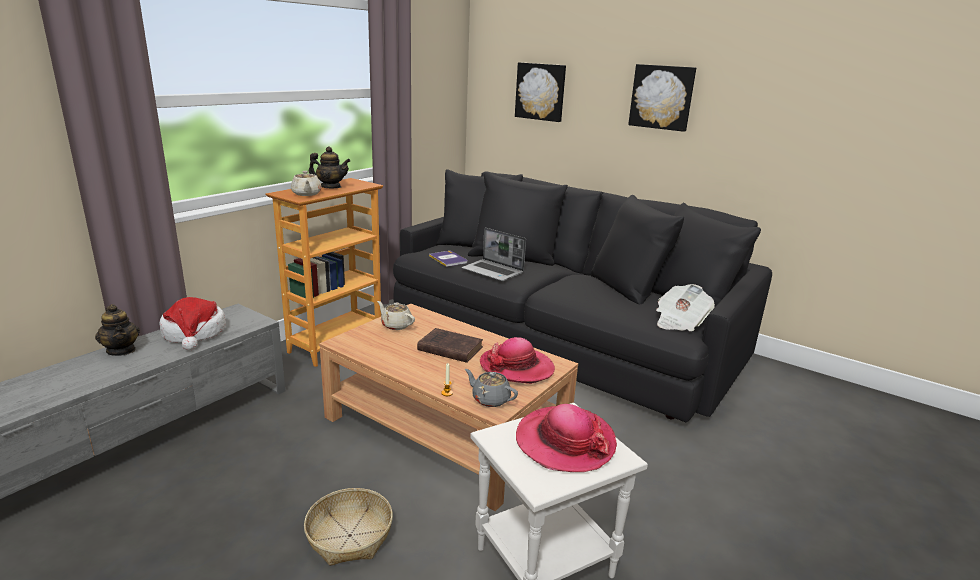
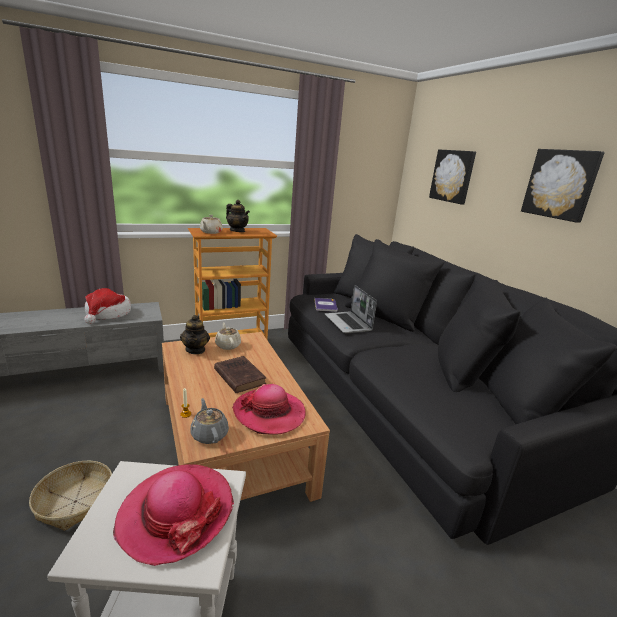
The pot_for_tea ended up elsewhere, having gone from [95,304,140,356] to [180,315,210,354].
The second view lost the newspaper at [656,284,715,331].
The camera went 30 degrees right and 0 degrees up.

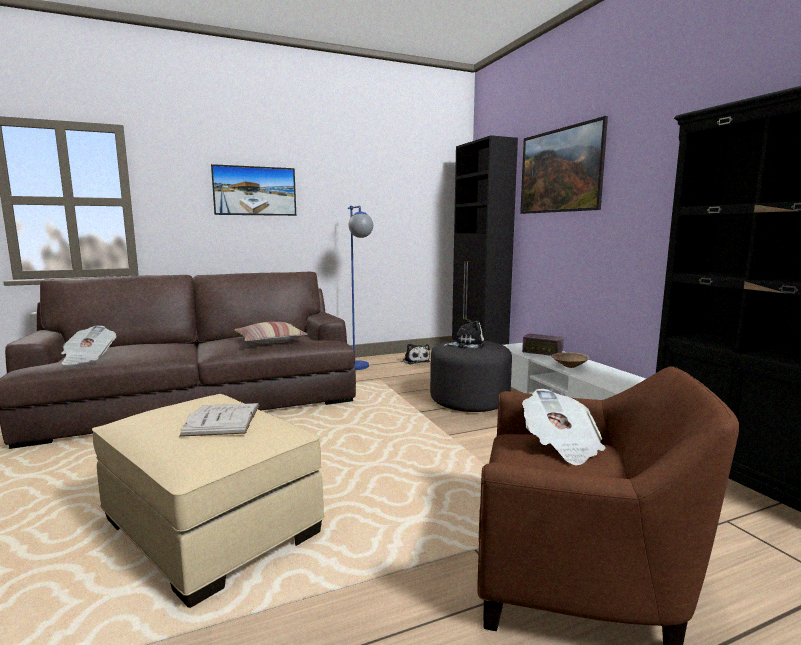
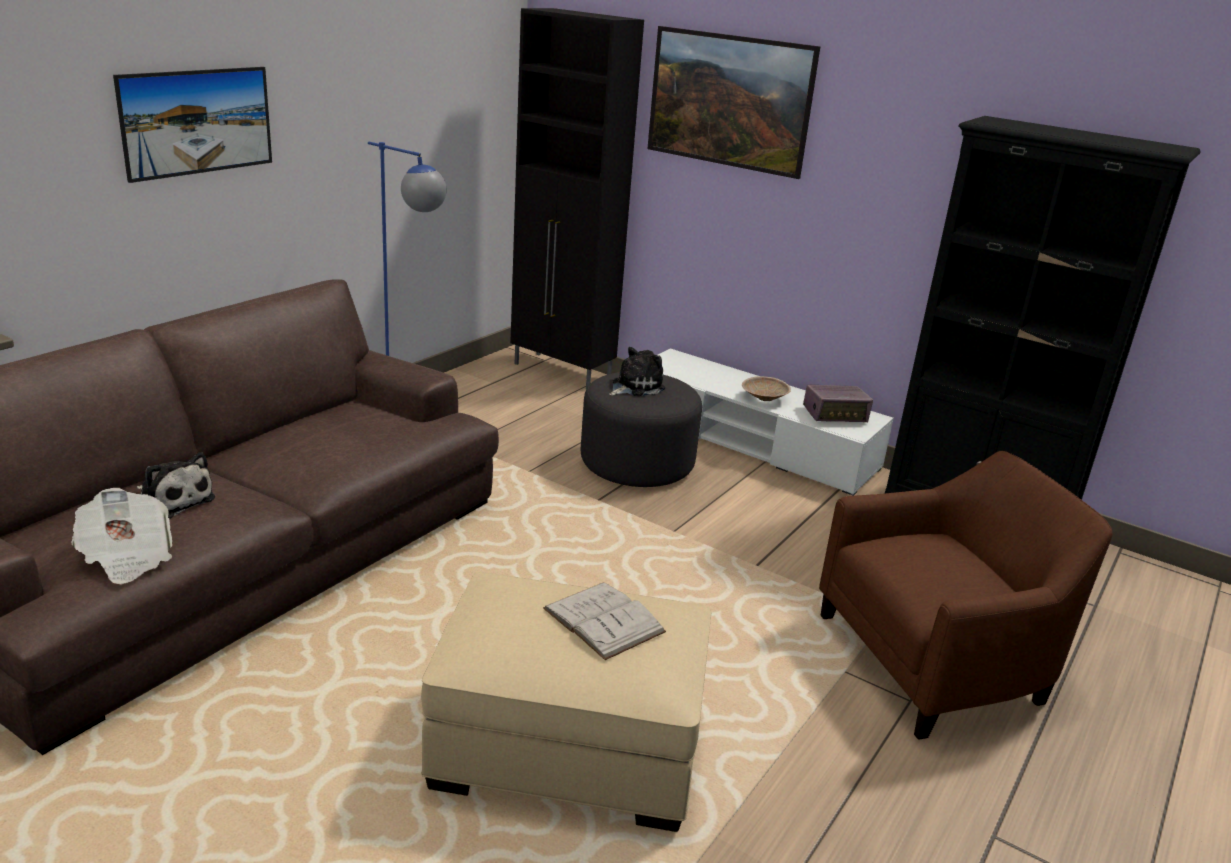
The second view lost the throw_pillow at [234,322,308,344].
The soft_toy ended up elsewhere, having gone from [403,344,430,365] to [137,452,215,519].
The radio_receiver ended up elsewhere, having gone from [522,333,564,356] to [803,385,873,422].
The second view lost the newspaper at [522,389,606,466].
The camera went 35 degrees left and 15 degrees up.

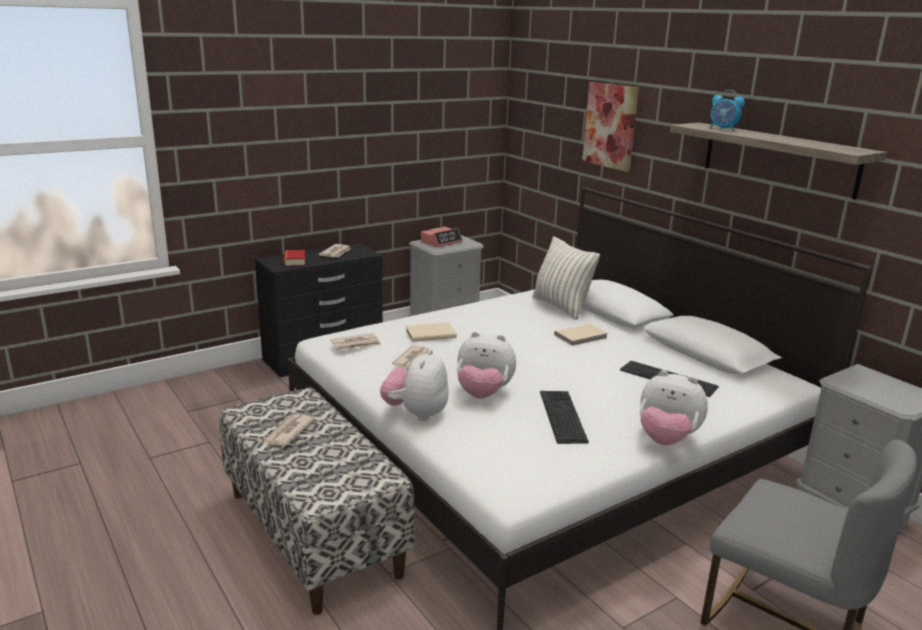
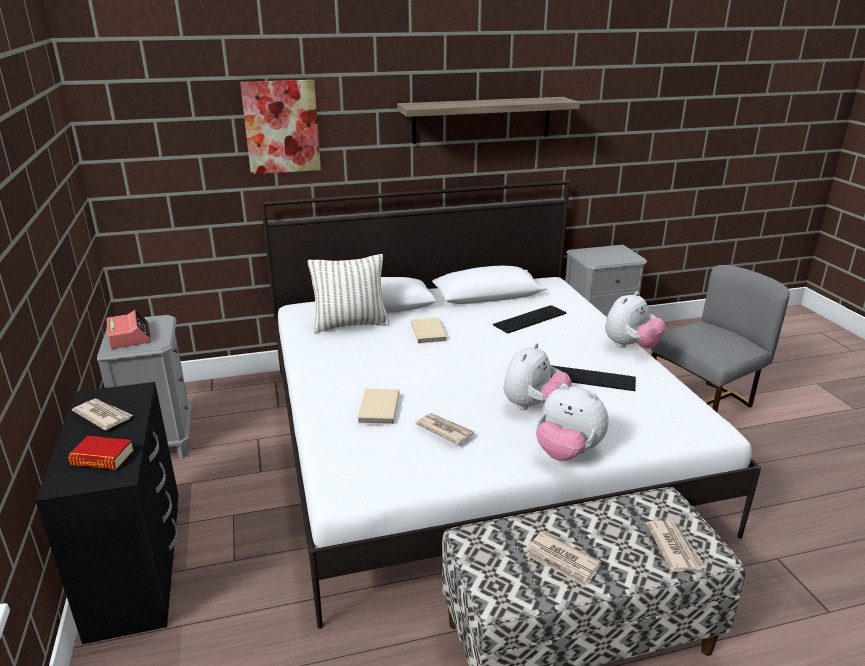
The newspaper ended up elsewhere, having gone from [330,333,382,351] to [646,520,706,572].
The second view lost the bedside_clock at [710,90,745,131].
The camera went 70 degrees left and 5 degrees up.

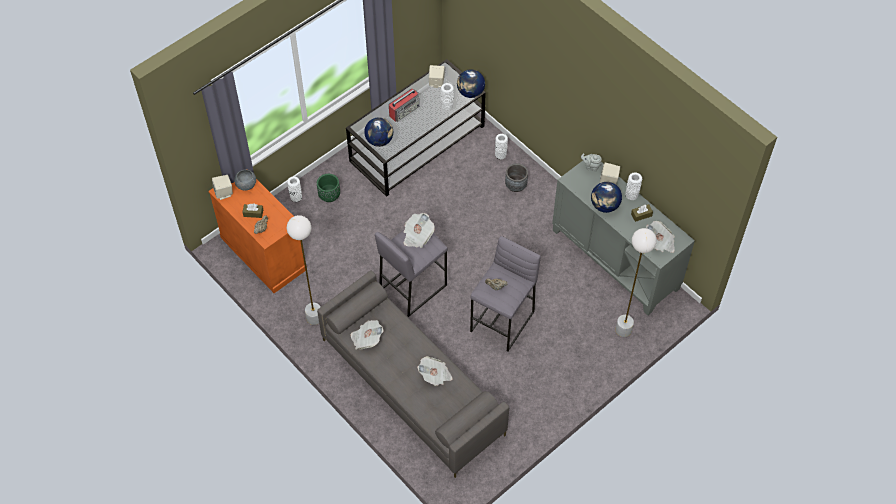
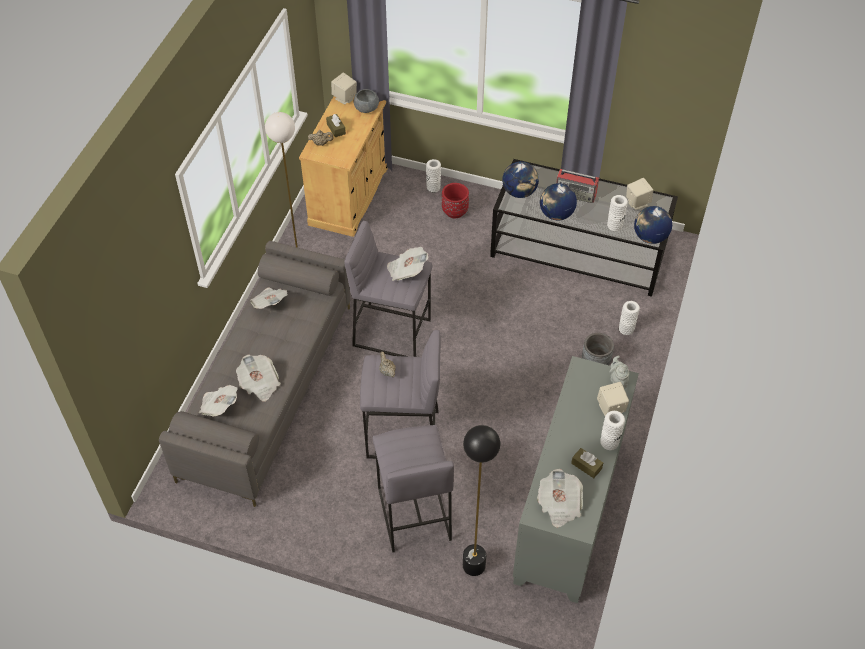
What was the orangey_cupboard at [208,179,307,293] turned into the sand-coloured_cupboard at [299,96,388,237].
What was the greenish_flower_pot at [317,174,340,202] turned into the red-coloured_flower_pot at [442,183,469,218].
The desk_globe ended up elsewhere, having gone from [591,182,622,213] to [540,183,577,220].
What was the white-coloured_standard_lamp at [616,228,657,337] turned into the blackish_standard_lamp at [463,425,501,576].
The second view gained the newspaper at [199,385,238,416].
The second view gained the grey_stool_seat at [373,425,454,552].
The camera went 60 degrees right and 5 degrees down.

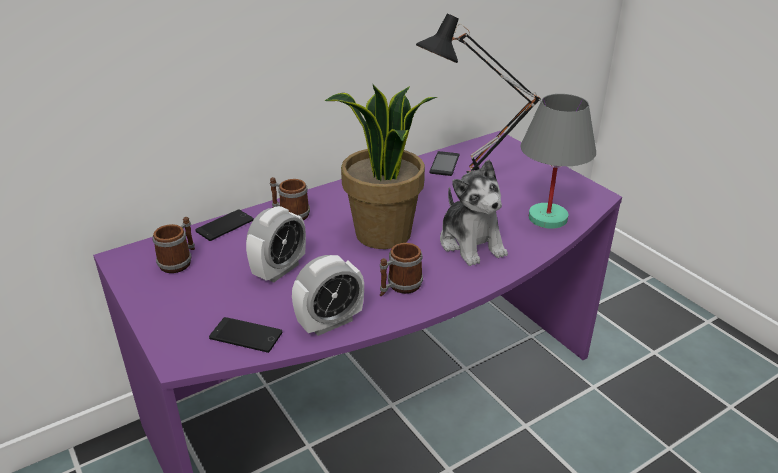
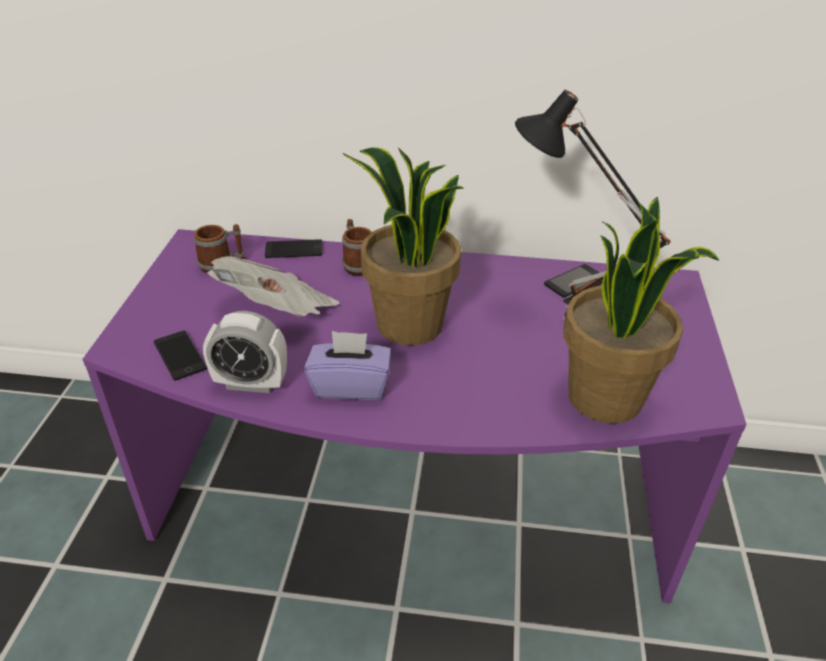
Where the bedside_clock stood at [246,206,306,282], the newspaper came to stand at [207,256,339,317].
Where the tea_mug stood at [380,243,423,296], the purplish_box_of_tissues came to stand at [304,331,391,400].
The second view lost the soft_toy at [440,160,508,266].
Where the grey_tabletop_lamp stood at [521,94,596,229], the plant_in_a_pot came to stand at [564,197,719,424].
The camera went 40 degrees right and 5 degrees up.

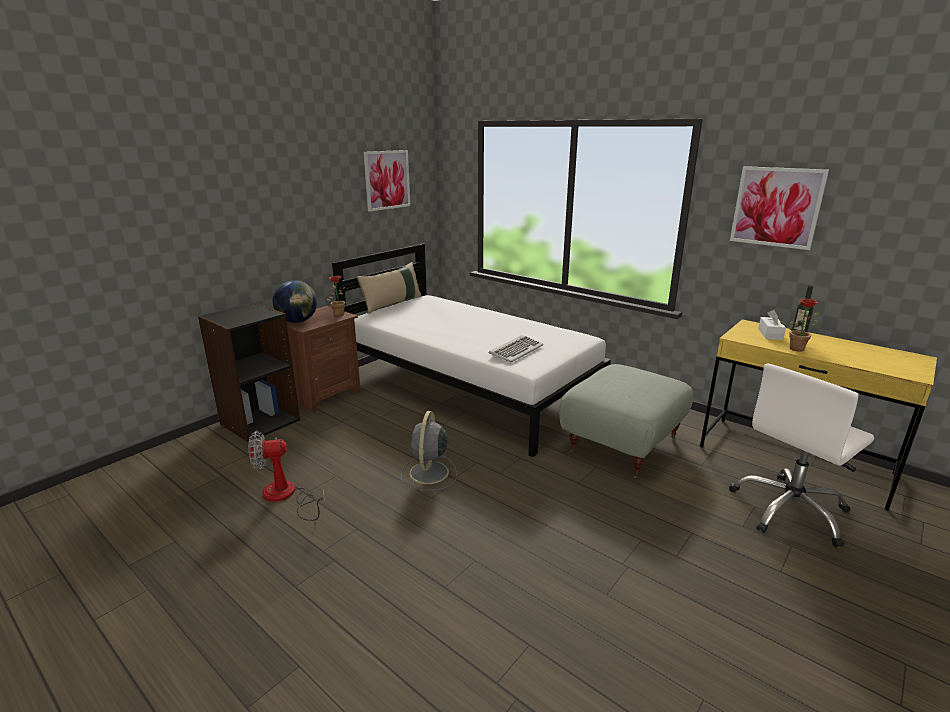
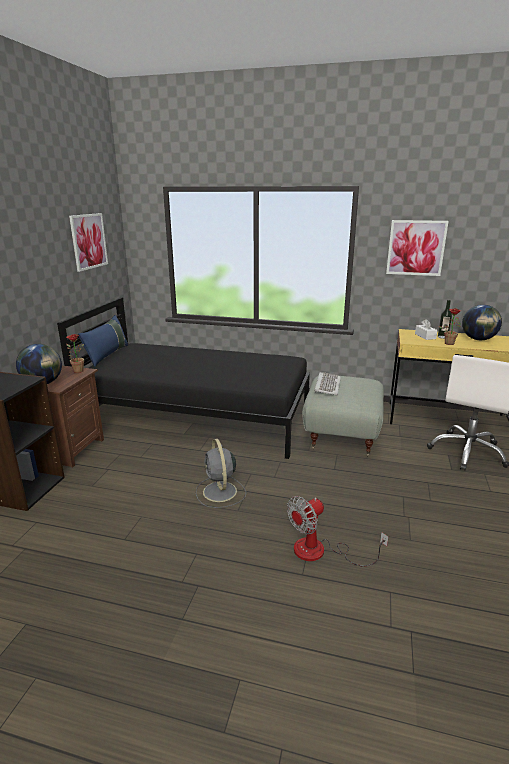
The cooling_fan ended up elsewhere, having gone from [249,431,325,521] to [287,496,389,566].
What was the white-coloured_bed at [332,244,611,457] turned into the blackish_bed at [57,297,310,459].
What was the sand-coloured_throw_pillow at [357,262,422,314] turned into the blue-coloured_throw_pillow at [78,315,128,367].
The computer_keyboard ended up elsewhere, having gone from [488,335,543,363] to [314,372,341,395].
The second view gained the desk_globe at [462,305,502,340].
The camera went 25 degrees left and 0 degrees up.

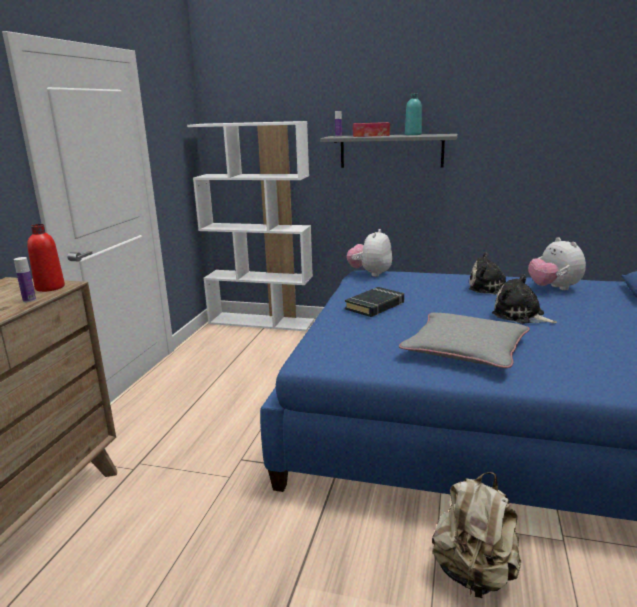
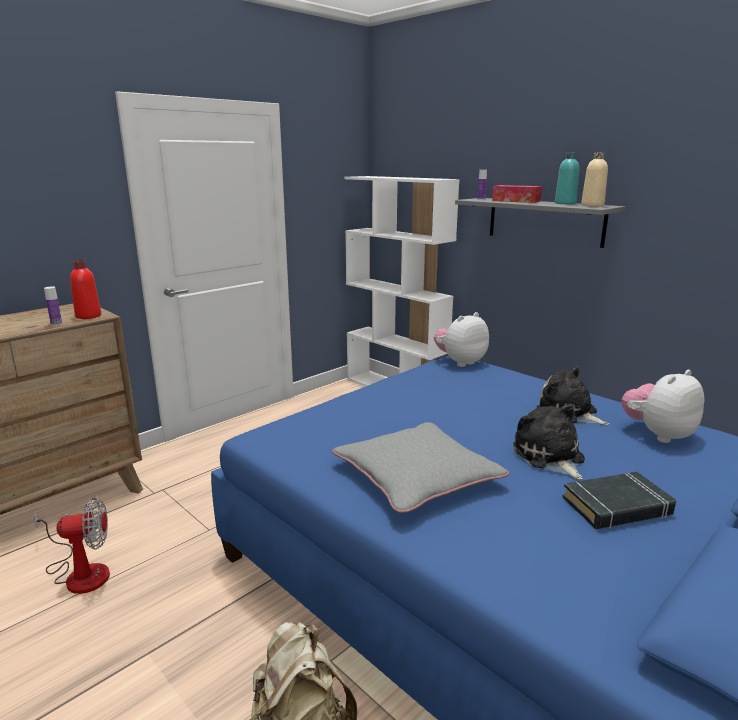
The blackish_bound_book ended up elsewhere, having gone from [345,287,404,317] to [562,472,676,529].
The soft_toy at [528,237,586,290] ended up facing another way, 45 degrees clockwise from before.
The second view gained the cooling_fan at [34,498,110,594].
The second view gained the sand-coloured_bottle at [581,152,608,207].
The camera went 30 degrees right and 0 degrees up.

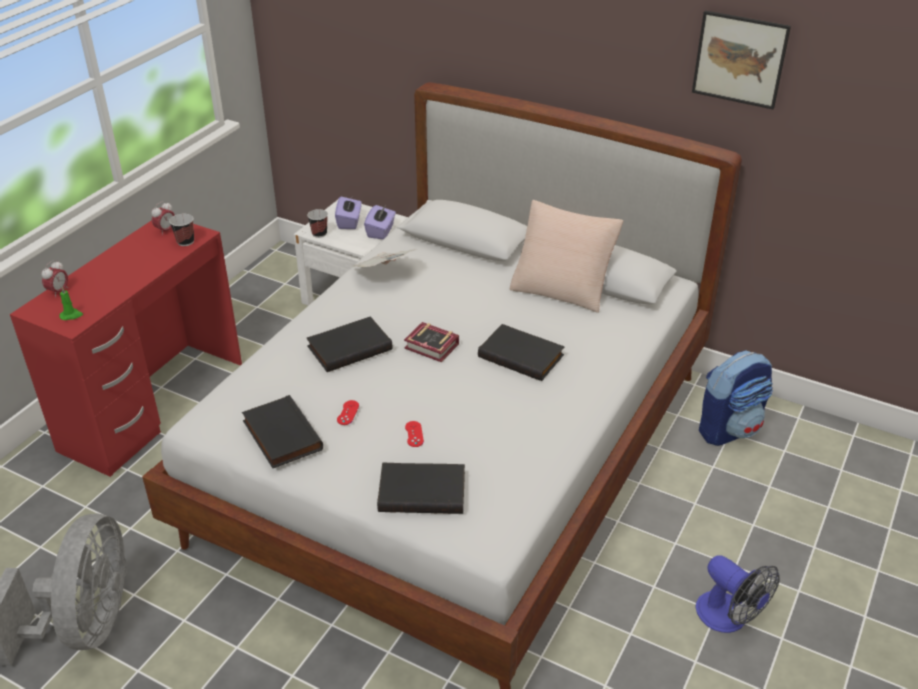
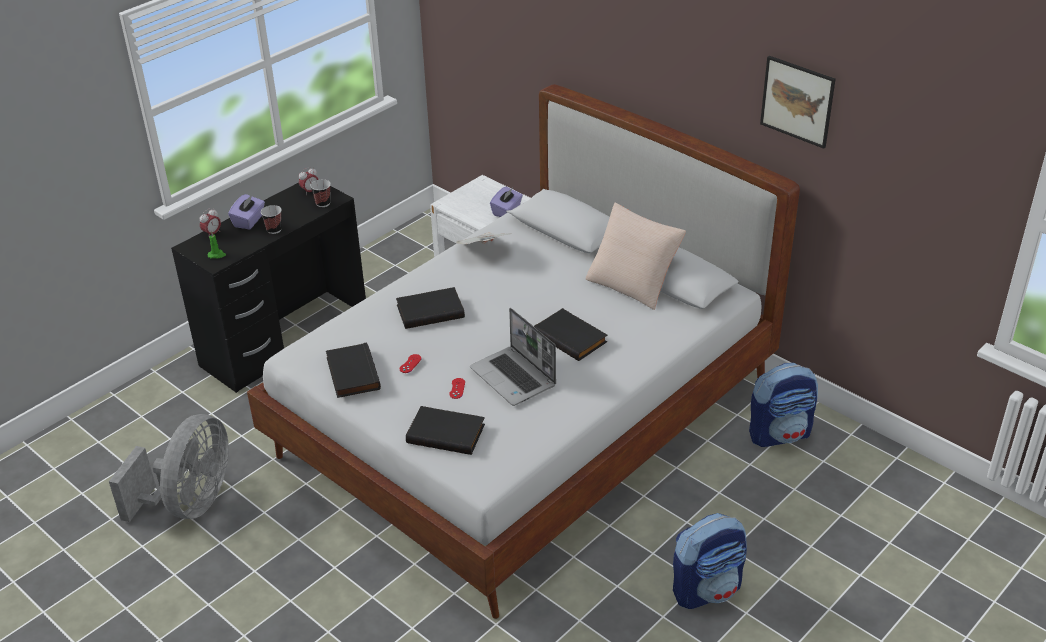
What was the red-coloured_desk at [10,220,242,477] turned into the blackish_desk at [171,182,366,393].
The drinking_cup ended up elsewhere, having gone from [307,209,328,238] to [261,205,282,234].
The purplish_box_of_tissues ended up elsewhere, having gone from [335,195,362,229] to [228,194,265,229].
The second view lost the bound_book at [404,322,459,362].
Where the cooling_fan stood at [695,555,780,633], the backpack came to stand at [673,513,747,609].
The second view gained the laptop at [470,308,556,406].
The camera went 15 degrees right and 0 degrees up.

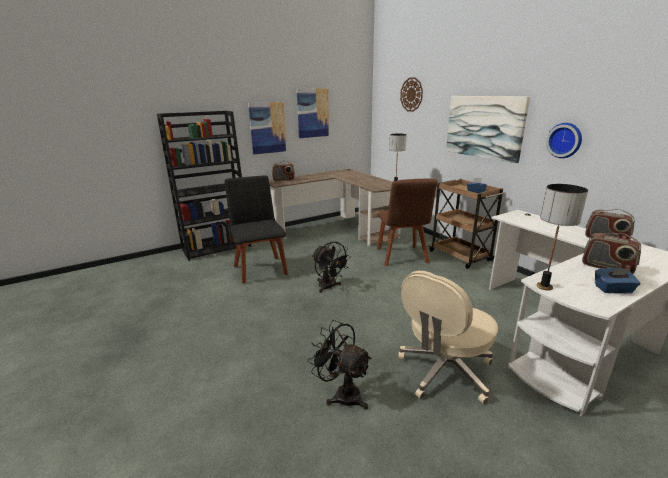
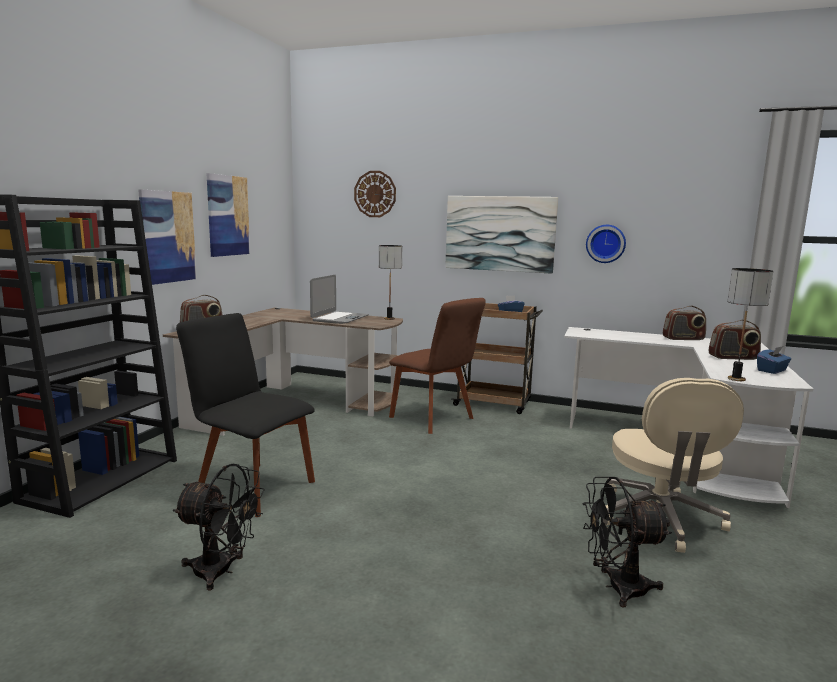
The blackish_cooling_fan ended up elsewhere, having gone from [312,242,351,293] to [173,463,265,591].
The second view gained the laptop at [310,275,369,324].
The camera went 40 degrees left and 10 degrees down.

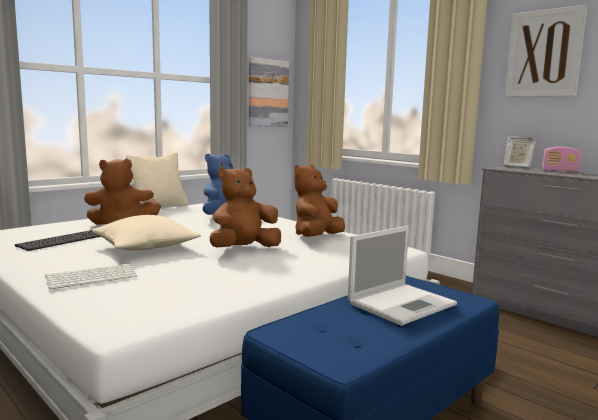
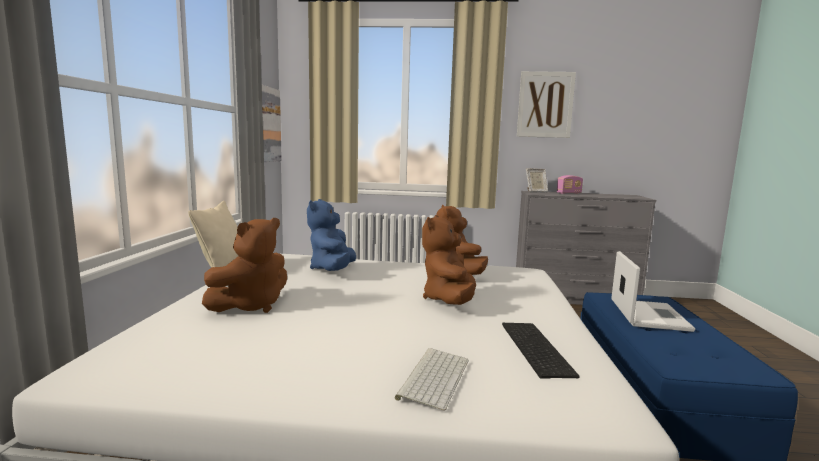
The computer_keyboard ended up elsewhere, having gone from [15,230,101,251] to [502,323,580,379].
The second view lost the sand-coloured_throw_pillow at [92,215,201,251].
The camera went 40 degrees left and 0 degrees up.

